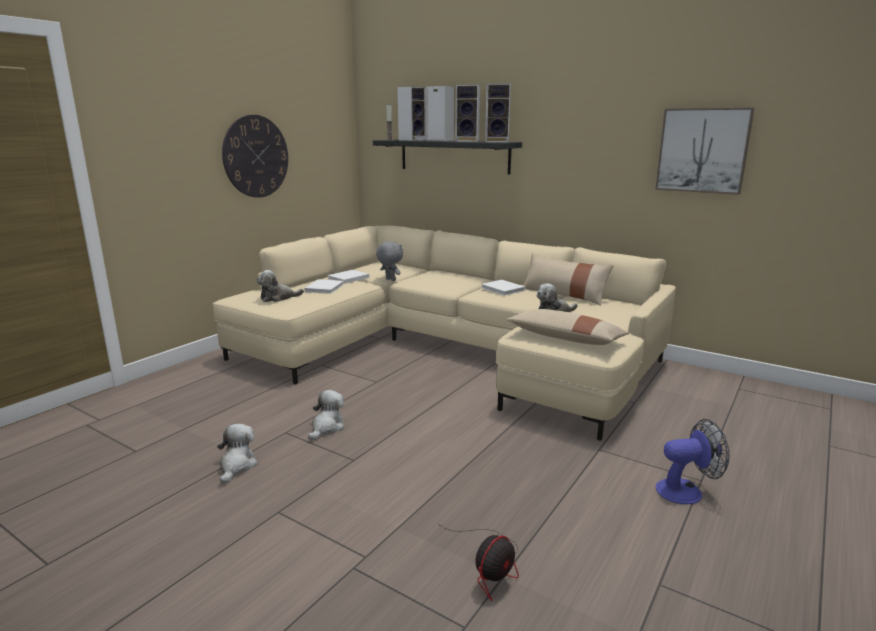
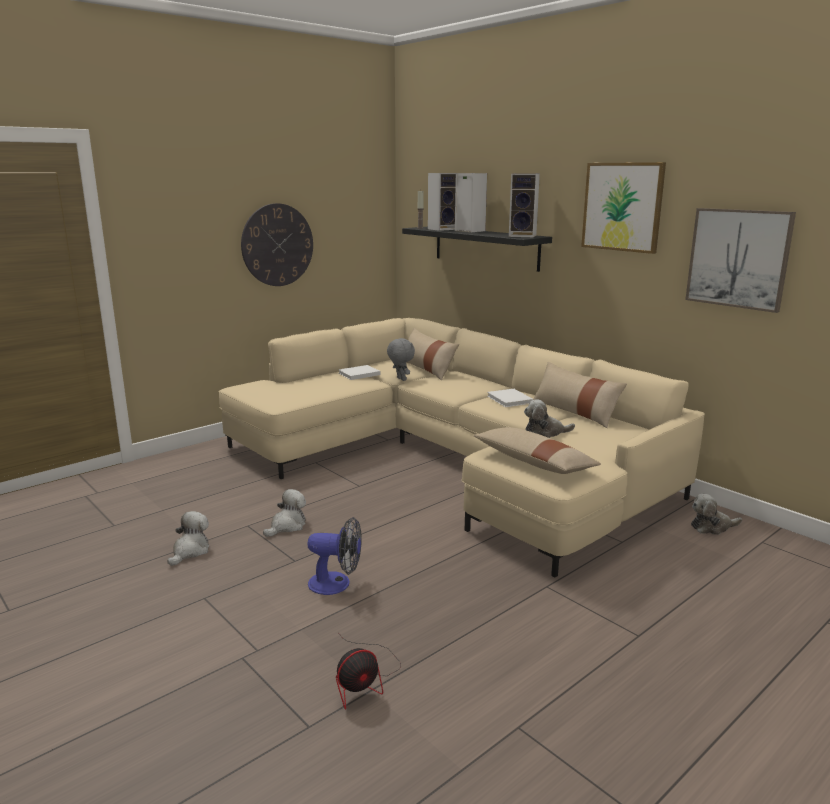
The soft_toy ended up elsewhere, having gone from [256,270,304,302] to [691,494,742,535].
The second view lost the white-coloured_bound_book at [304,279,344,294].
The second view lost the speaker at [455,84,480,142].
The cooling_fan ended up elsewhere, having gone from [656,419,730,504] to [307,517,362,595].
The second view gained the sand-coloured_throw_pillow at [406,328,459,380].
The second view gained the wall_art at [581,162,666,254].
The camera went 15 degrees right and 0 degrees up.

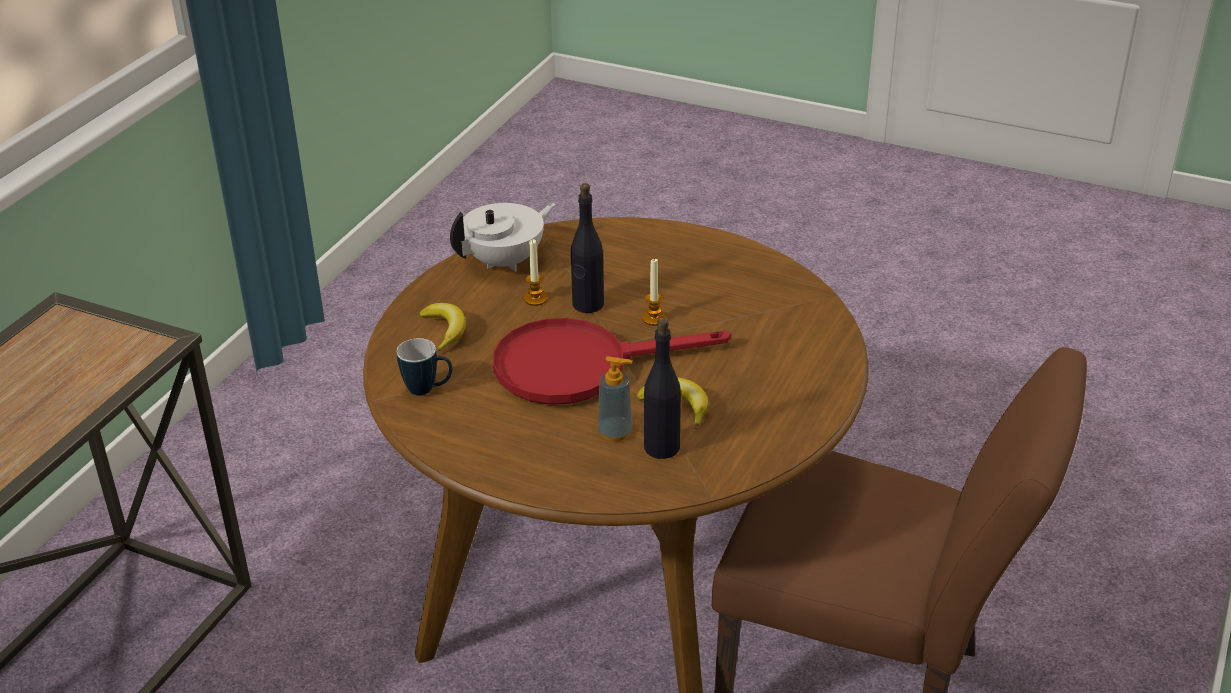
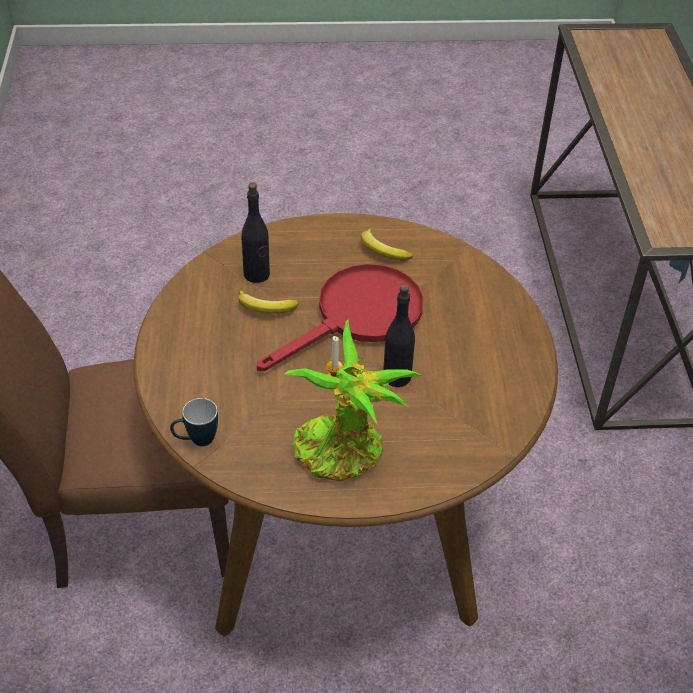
The tea_mug ended up elsewhere, having gone from [396,338,452,395] to [170,398,218,446].
The banana_fruit ended up elsewhere, having gone from [419,303,466,352] to [361,228,413,261].
The second view lost the white-coloured_pot_for_tea at [450,203,556,272].
The second view lost the wax_light at [524,239,548,306].
The second view lost the soap_bottle at [598,356,633,442].
The second view gained the plant_in_a_pot at [284,320,422,481].
The camera went 150 degrees right and 10 degrees up.

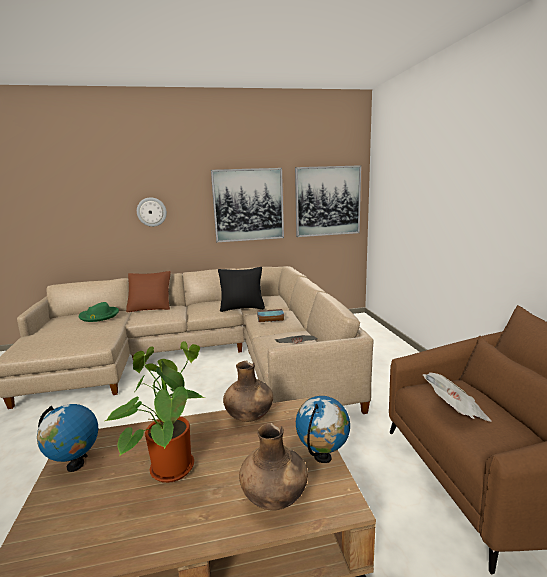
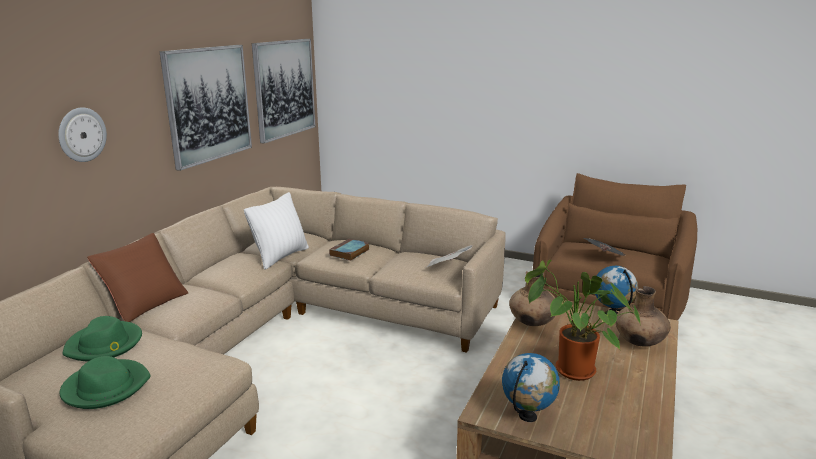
What was the blackish_throw_pillow at [218,267,265,312] turned into the white-coloured_throw_pillow at [244,192,309,270].
The second view gained the greenish_clothing_hat at [60,356,150,409].
The camera went 55 degrees left and 5 degrees up.

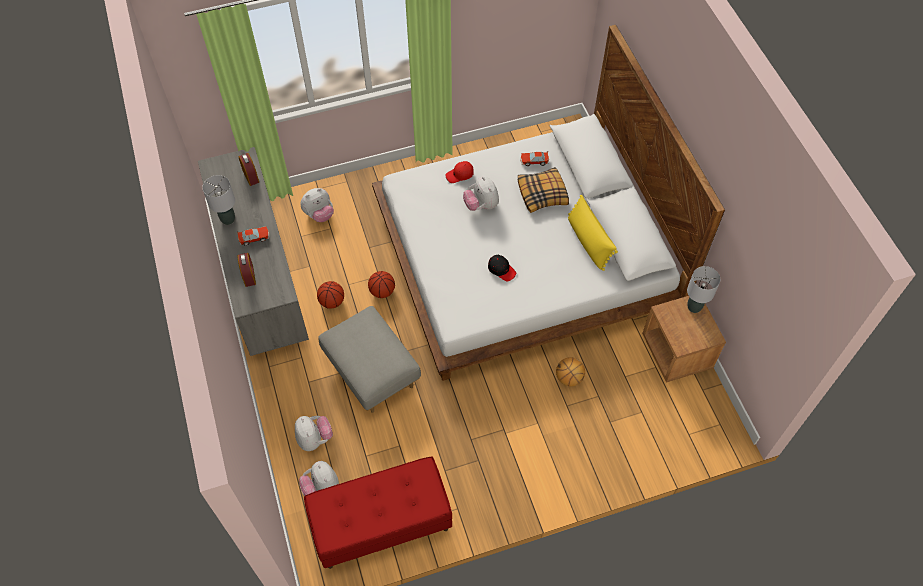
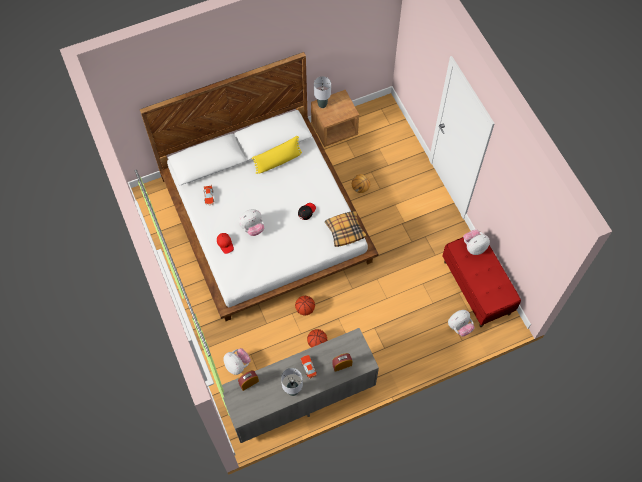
The soft_toy ended up elsewhere, having gone from [295,416,333,451] to [463,229,490,255].
The second view lost the grey_footrest at [319,306,421,413].
The throw_pillow ended up elsewhere, having gone from [518,167,569,213] to [325,211,367,247].
The camera went 95 degrees left and 5 degrees up.

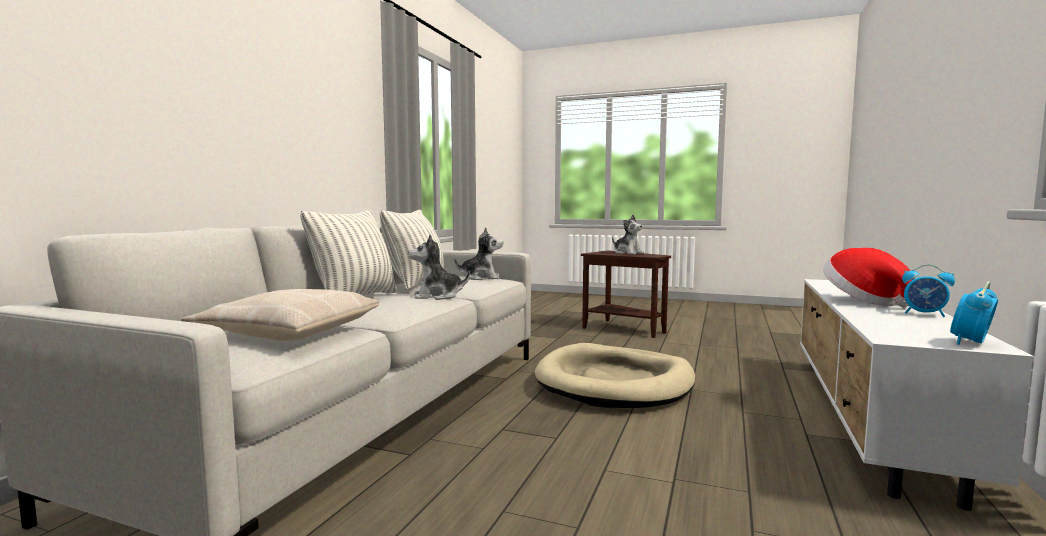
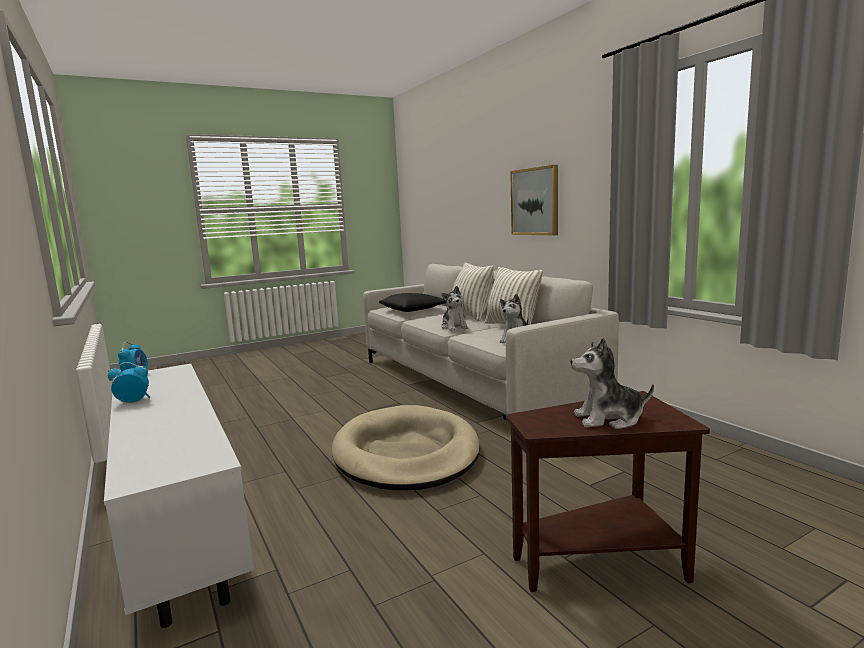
What was the sand-coloured_throw_pillow at [181,289,380,341] turned into the blackish_throw_pillow at [379,293,445,312].
The soft_toy at [408,234,470,300] ended up facing another way, 135 degrees clockwise from before.
The second view lost the clothing_hat at [823,248,914,307].
The second view gained the wall_art at [510,165,558,235].
The camera went 130 degrees right and 5 degrees up.

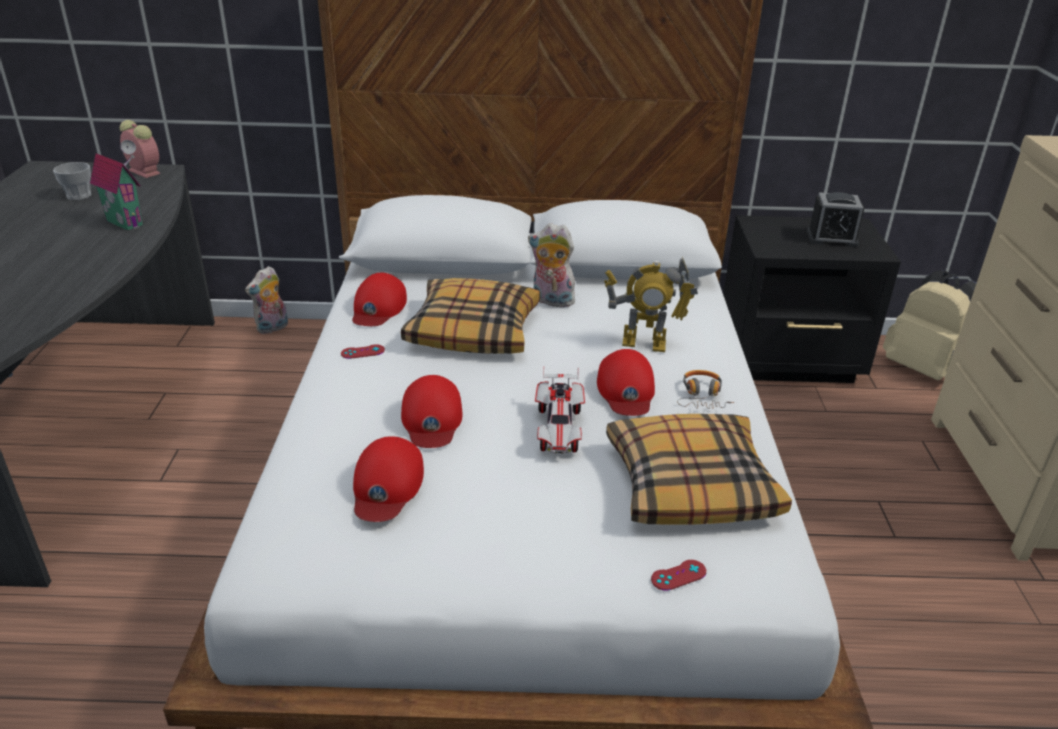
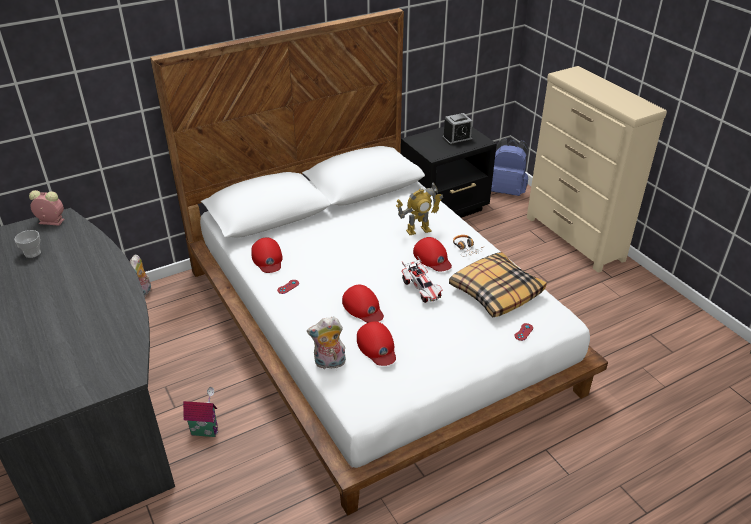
The toy_house ended up elsewhere, having gone from [90,140,143,231] to [183,387,218,437].
The second view lost the throw_pillow at [401,278,540,354].
The soft_toy ended up elsewhere, having gone from [528,223,575,308] to [307,316,346,369].
What was the sand-coloured_backpack at [883,270,977,380] turned into the blue-coloured_backpack at [491,138,529,196].
The camera went 30 degrees left and 5 degrees up.

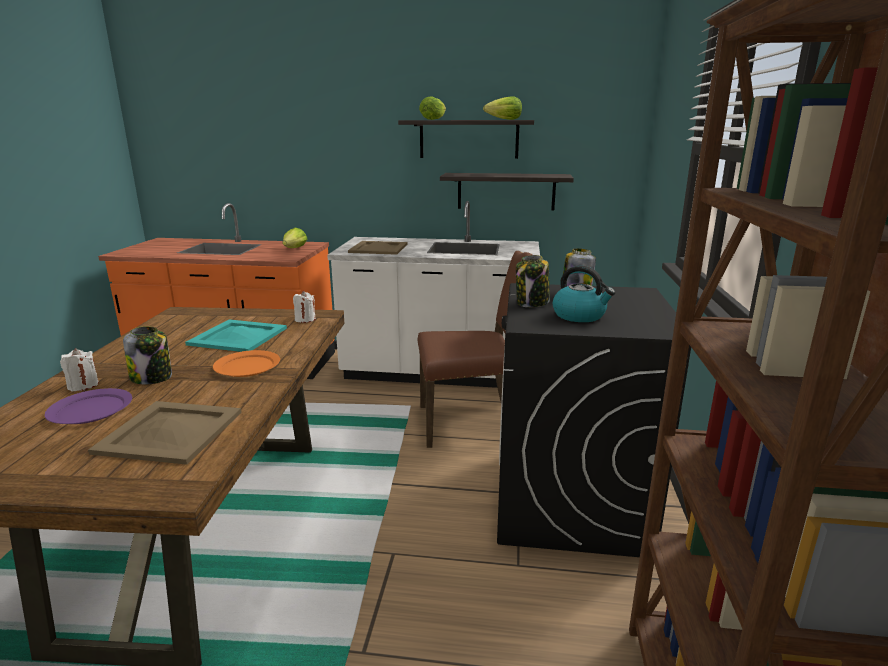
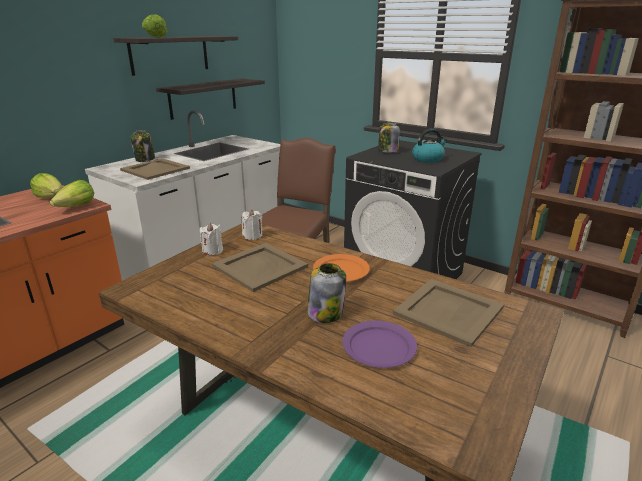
The white-coloured_wax_light ended up elsewhere, having gone from [60,348,99,391] to [200,223,223,255].
What was the blue-green_tray at [185,319,287,352] turned into the sand-coloured_tray at [212,243,308,292].
The lettuce ended up elsewhere, having gone from [483,96,522,120] to [50,180,94,207].
The preserve_jar ended up elsewhere, having gone from [516,255,550,307] to [130,130,155,162].
The camera went 60 degrees left and 5 degrees up.

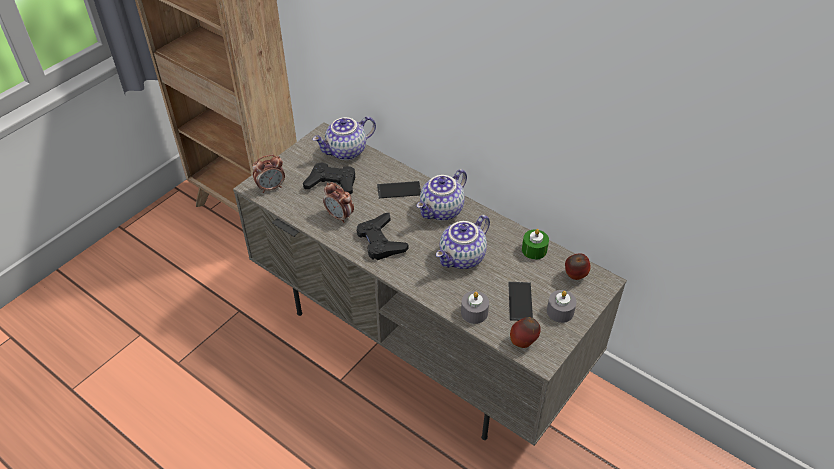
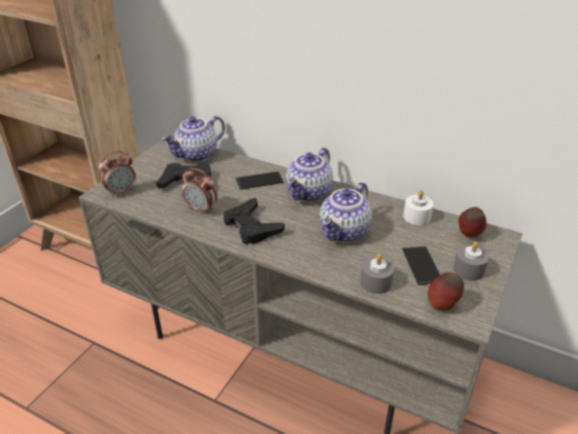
What was the greenish_wax_light at [522,229,549,260] turned into the white-coloured_wax_light at [403,190,433,225].
The camera went 10 degrees left and 10 degrees down.

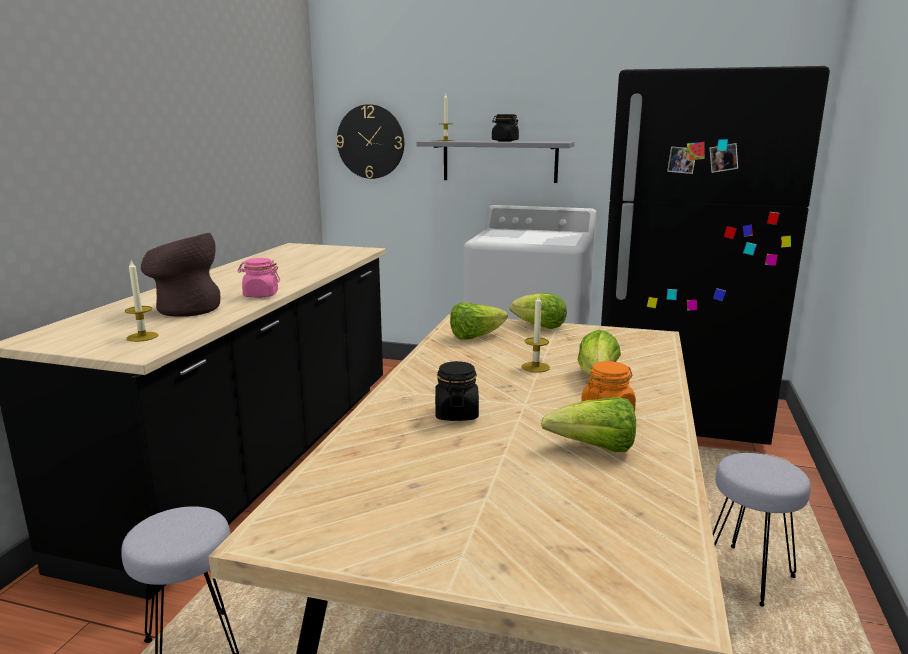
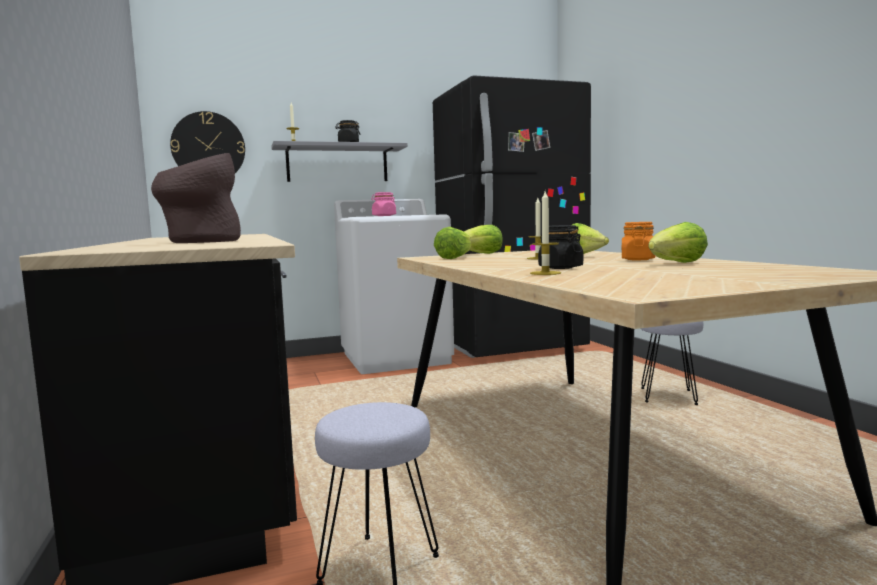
The wax_light ended up elsewhere, having gone from [125,260,159,342] to [530,191,561,275].
The pink_preserve_jar ended up elsewhere, having gone from [238,258,280,298] to [371,192,396,216].
The camera went 35 degrees left and 10 degrees down.

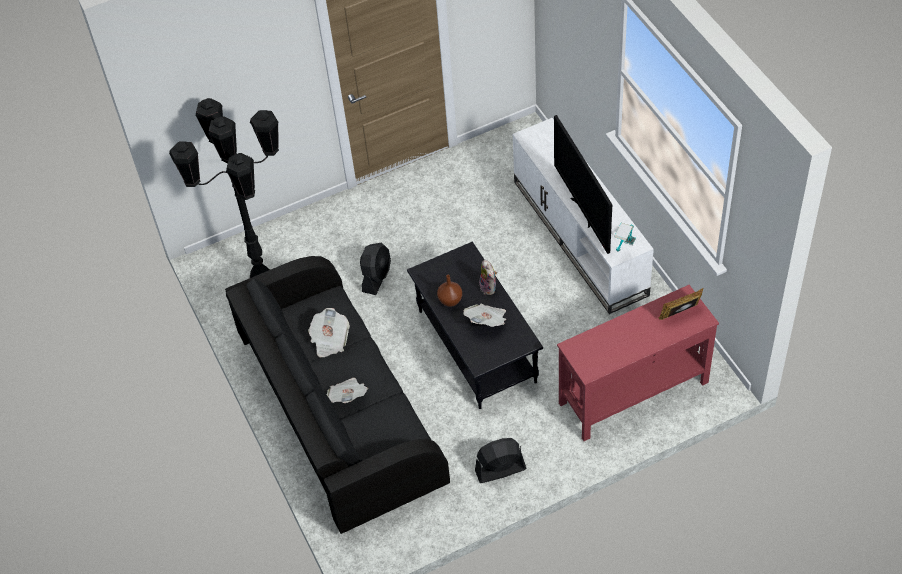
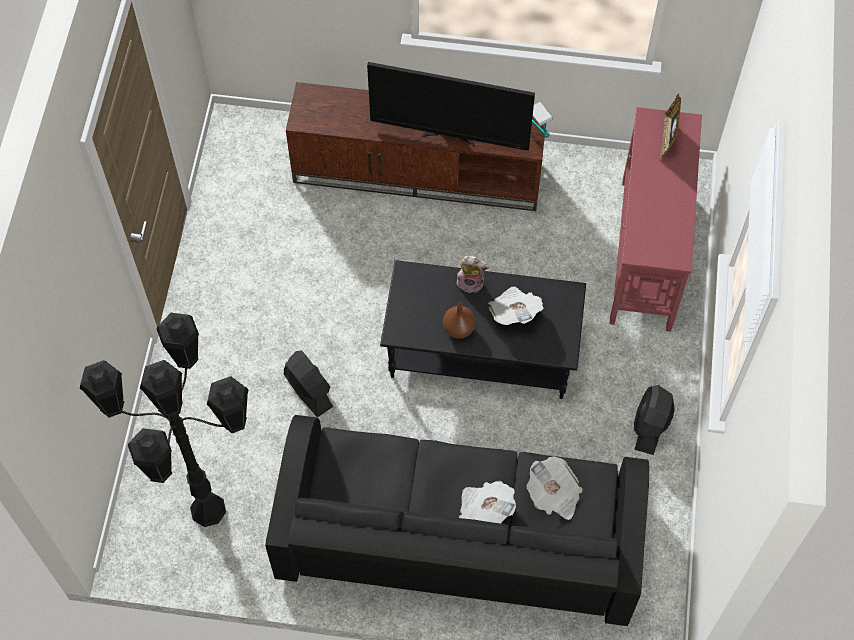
The newspaper ended up elsewhere, having gone from [308,308,350,358] to [527,457,583,520].
What was the white-coloured_media_console at [513,118,654,314] turned into the brown_media_console at [286,82,548,211].
The camera went 60 degrees left and 10 degrees up.

